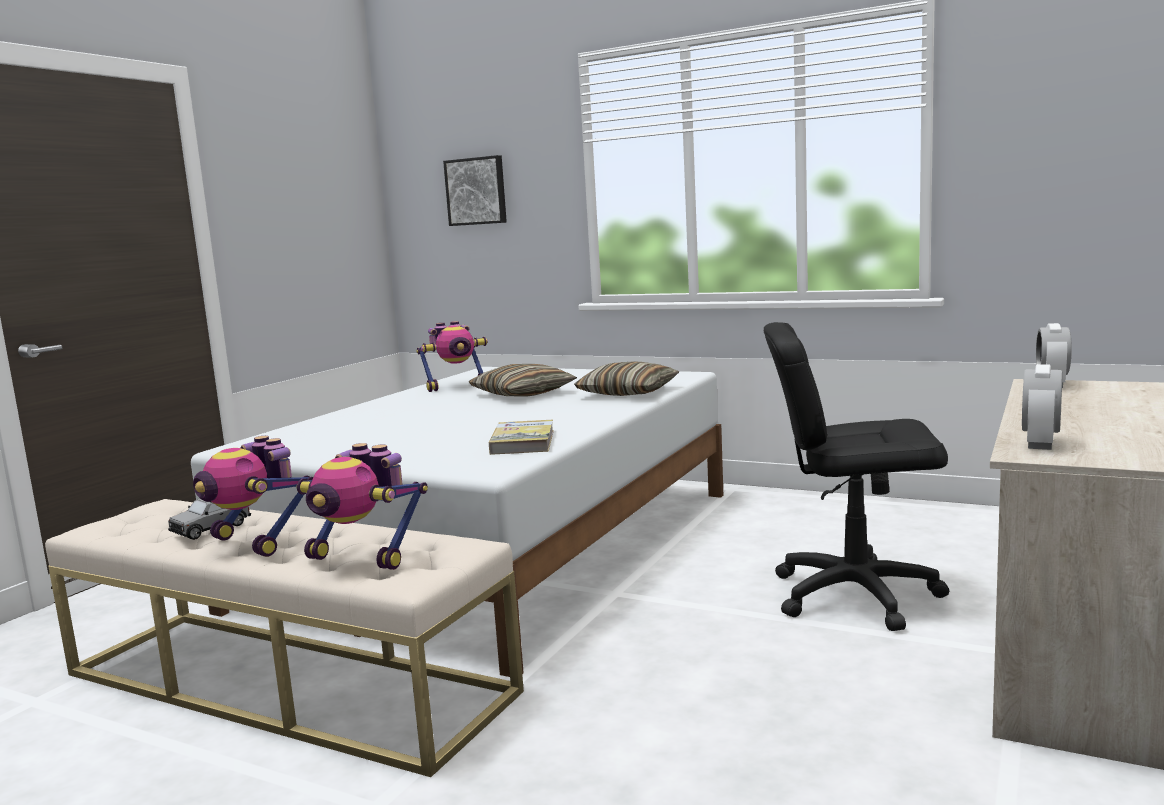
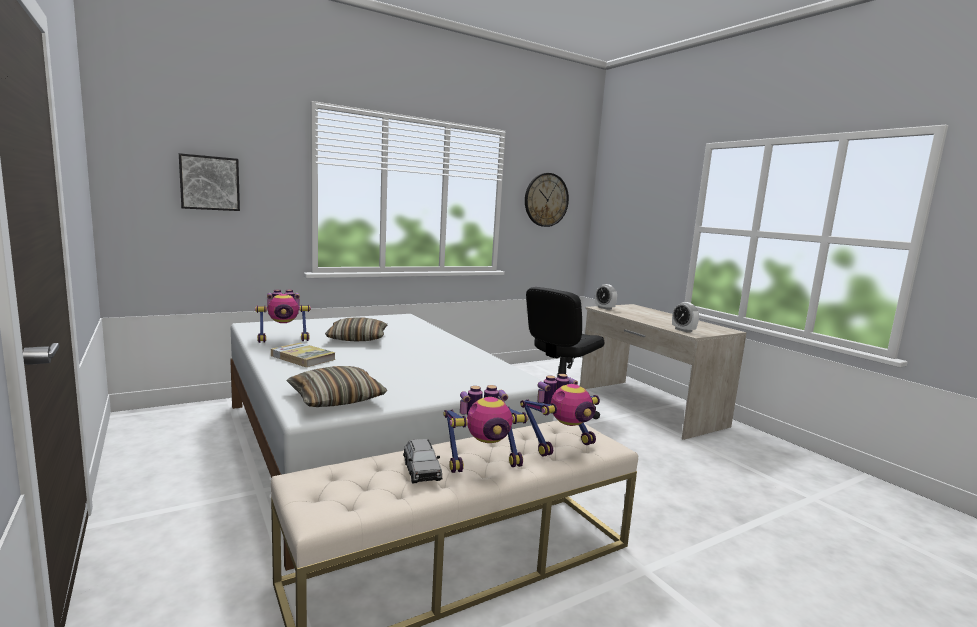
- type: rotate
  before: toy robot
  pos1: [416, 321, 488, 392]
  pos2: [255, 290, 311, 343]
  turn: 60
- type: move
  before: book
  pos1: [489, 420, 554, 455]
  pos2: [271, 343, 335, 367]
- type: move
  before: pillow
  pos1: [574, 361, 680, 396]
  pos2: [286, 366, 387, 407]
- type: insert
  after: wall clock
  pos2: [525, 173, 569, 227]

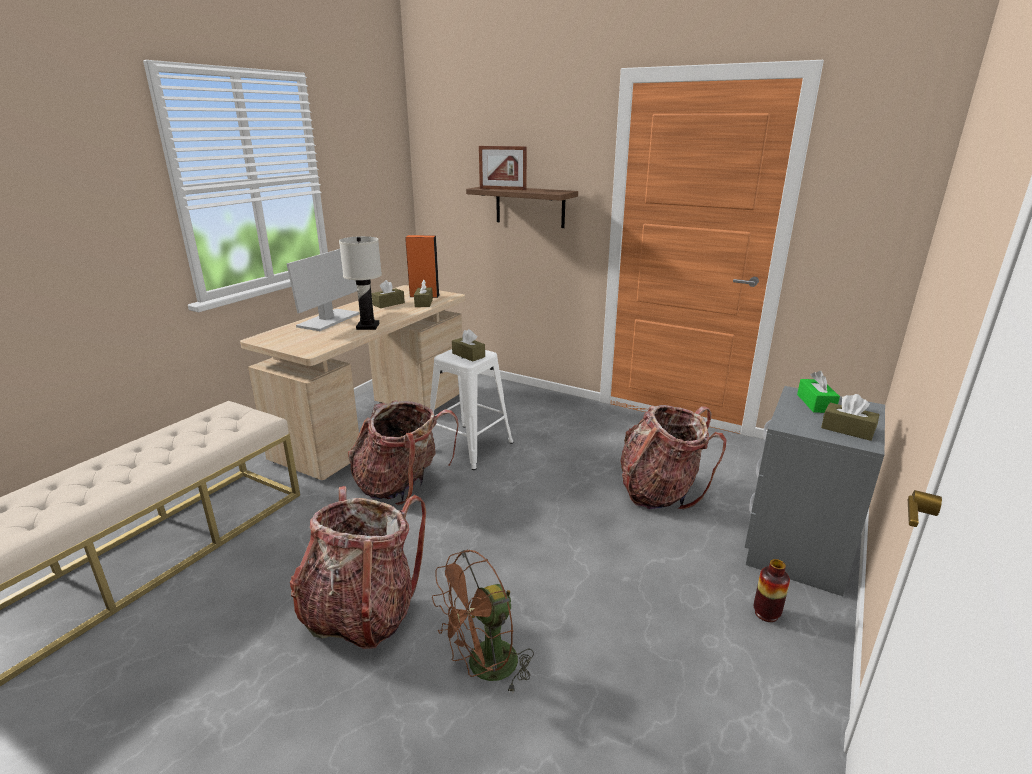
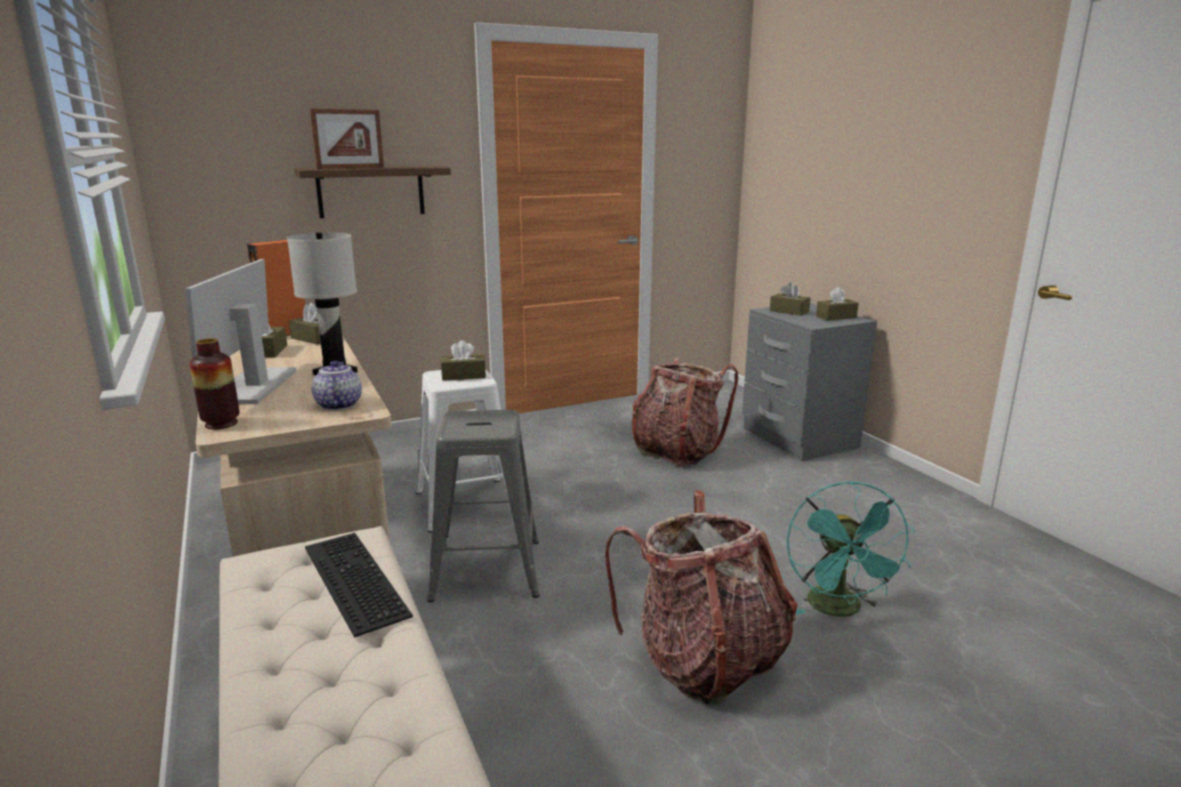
- type: rotate
  before: monitor
  pos1: [287, 249, 359, 331]
  pos2: [185, 259, 297, 404]
  turn: -150
- type: move
  before: vase
  pos1: [754, 559, 790, 622]
  pos2: [190, 338, 240, 429]
- type: insert
  after: keyboard
  pos2: [305, 533, 413, 638]
- type: insert
  after: teapot
  pos2: [311, 361, 362, 410]
- type: replace
  before: backpack
  after: grey stool
  pos1: [348, 400, 459, 506]
  pos2: [427, 410, 540, 602]
- type: recolor
  before: green tissue box
  after: brown tissue box
  pos1: [797, 371, 840, 413]
  pos2: [770, 283, 811, 316]
- type: recolor
  before: brown fan
  after: turquoise fan
  pos1: [432, 549, 534, 694]
  pos2: [787, 481, 915, 617]

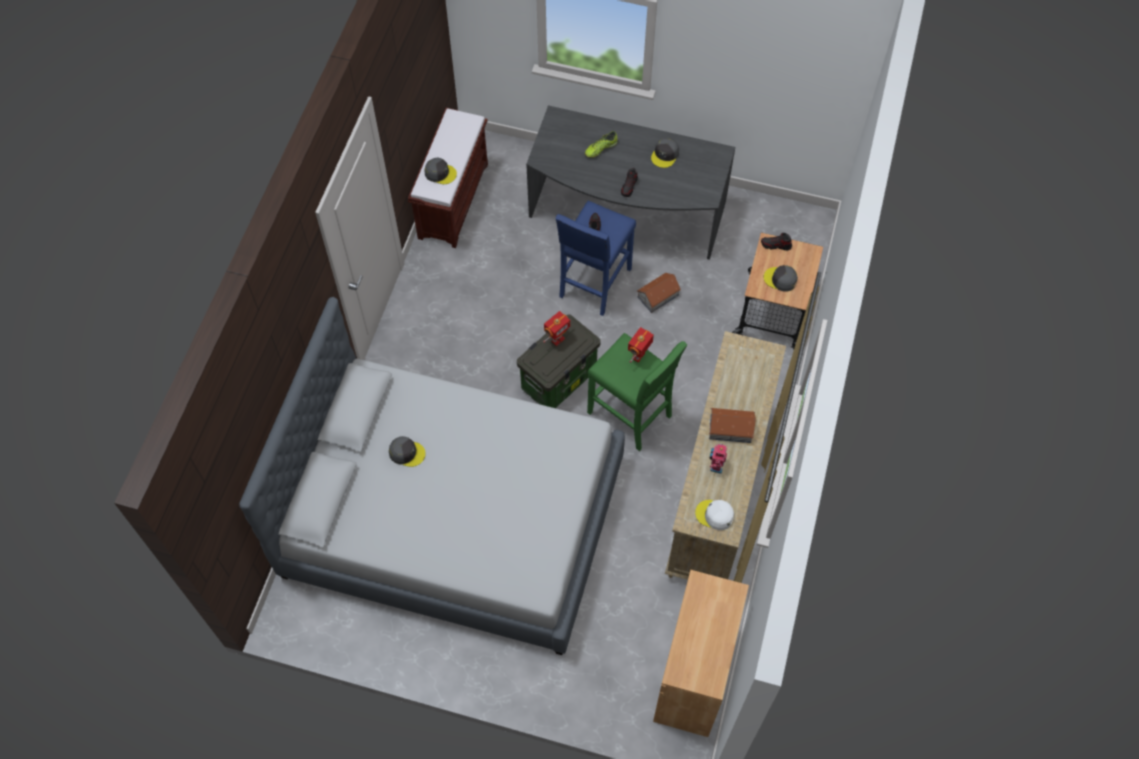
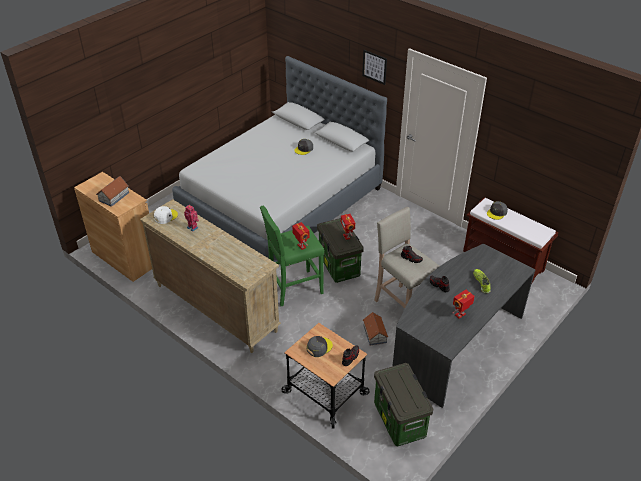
- type: move
  before: toy house
  pos1: [709, 408, 756, 443]
  pos2: [96, 176, 129, 207]
- type: insert
  after: picture
  pos2: [362, 50, 387, 85]
- type: recolor
  before: blue stool
  after: beige stool
  pos1: [555, 201, 636, 316]
  pos2: [374, 207, 440, 308]
- type: insert
  after: storage box
  pos2: [374, 363, 433, 446]
- type: replace
  before: grey cap
  after: toy robot
  pos1: [651, 138, 679, 168]
  pos2: [452, 290, 475, 319]

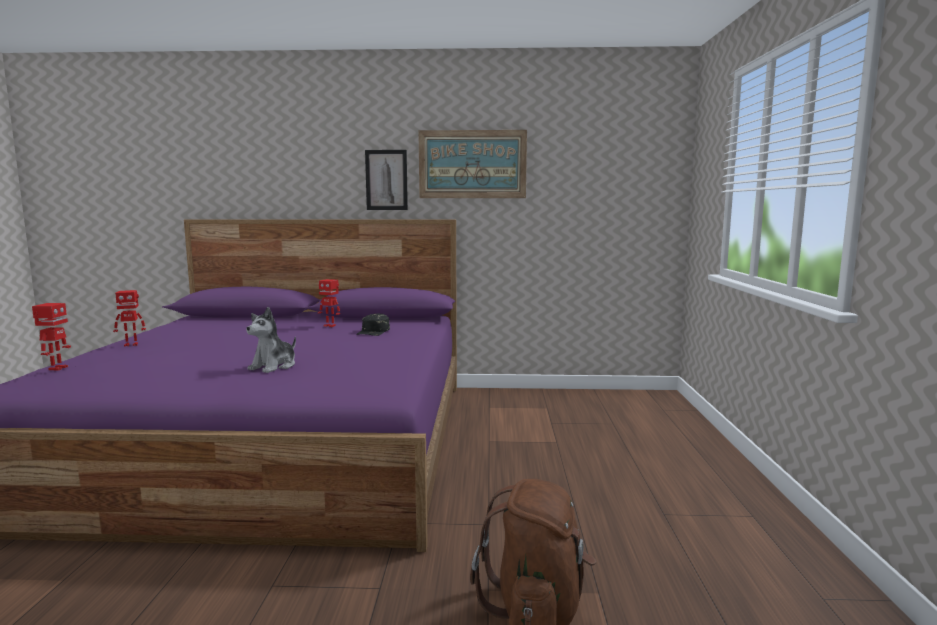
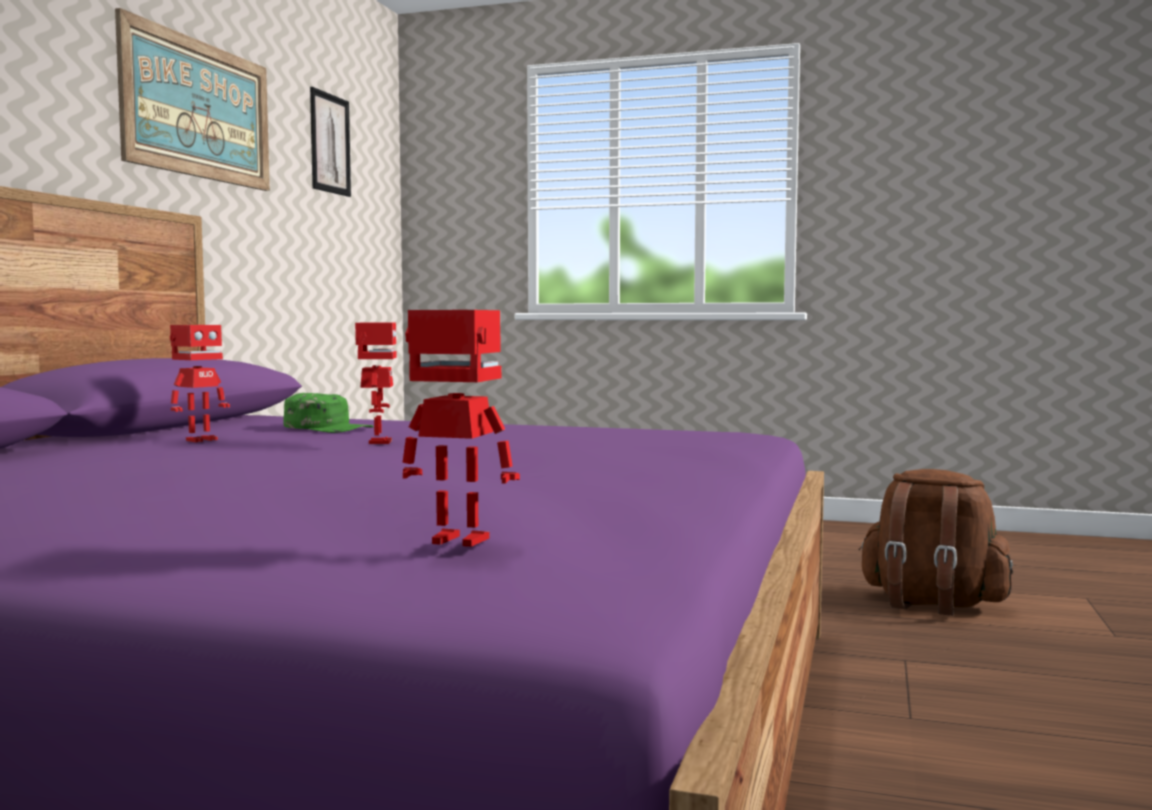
- type: recolor
  before: black cap
  after: green cap
  pos1: [356, 313, 390, 336]
  pos2: [283, 393, 374, 433]
- type: move
  before: picture
  pos1: [365, 150, 408, 210]
  pos2: [310, 87, 351, 197]
- type: move
  before: toy robot
  pos1: [113, 290, 146, 346]
  pos2: [355, 323, 396, 444]
- type: delete
  before: plush toy
  pos1: [246, 307, 296, 373]

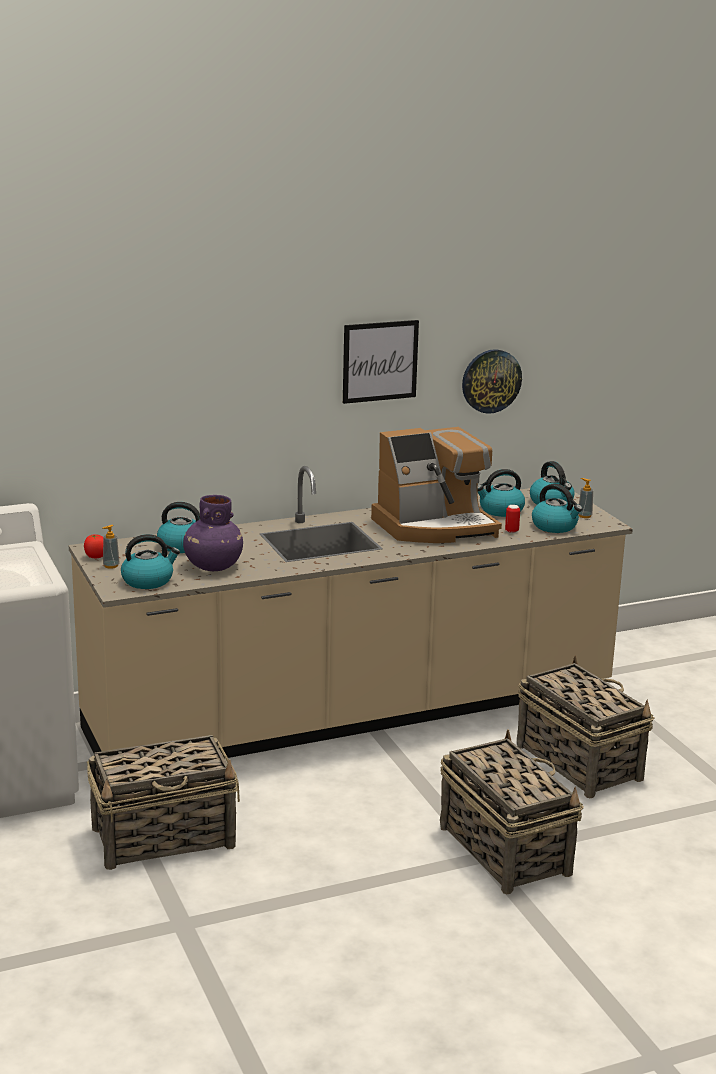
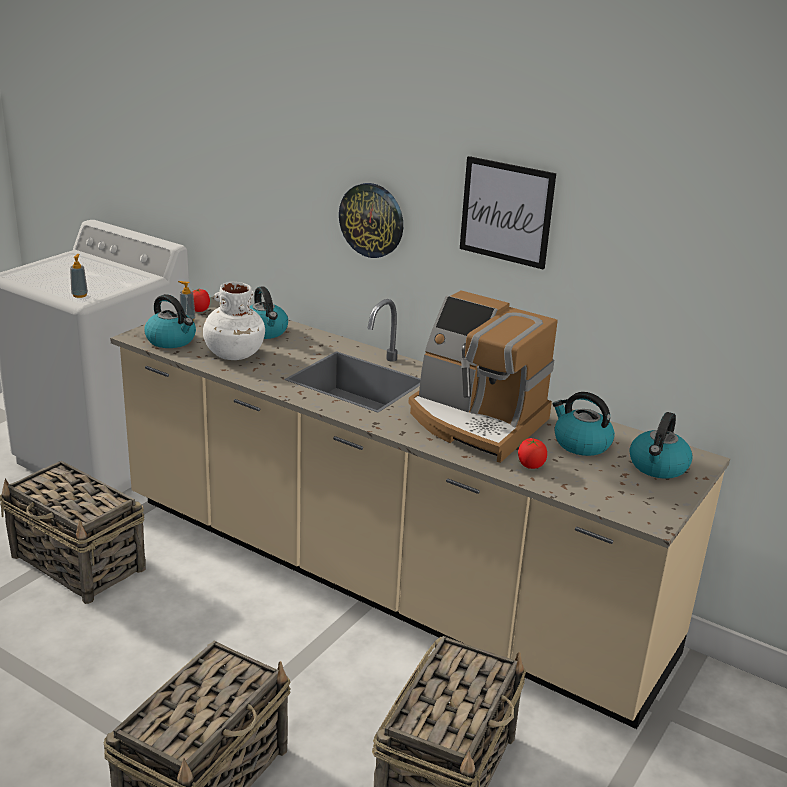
- type: move
  before: soap dispenser
  pos1: [579, 478, 593, 518]
  pos2: [70, 254, 88, 298]
- type: recolor
  before: purple vase
  after: white vase
  pos1: [183, 495, 243, 571]
  pos2: [203, 282, 265, 360]
- type: move
  before: wall clock
  pos1: [462, 349, 522, 414]
  pos2: [339, 183, 403, 258]
- type: replace
  before: can
  after: tomato
  pos1: [505, 505, 520, 533]
  pos2: [518, 438, 547, 469]
- type: delete
  before: kettle
  pos1: [532, 484, 583, 533]

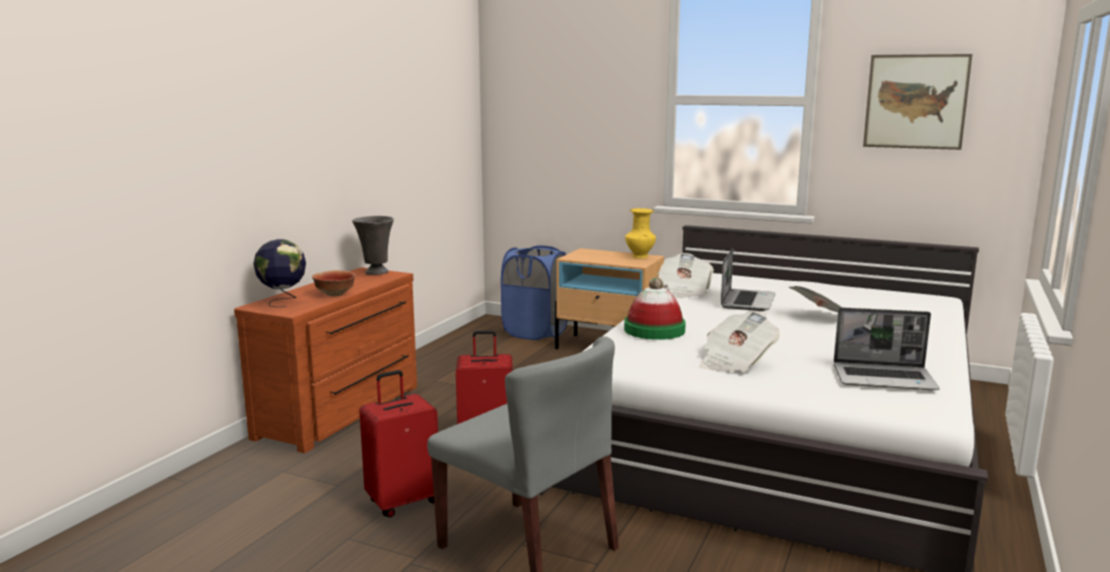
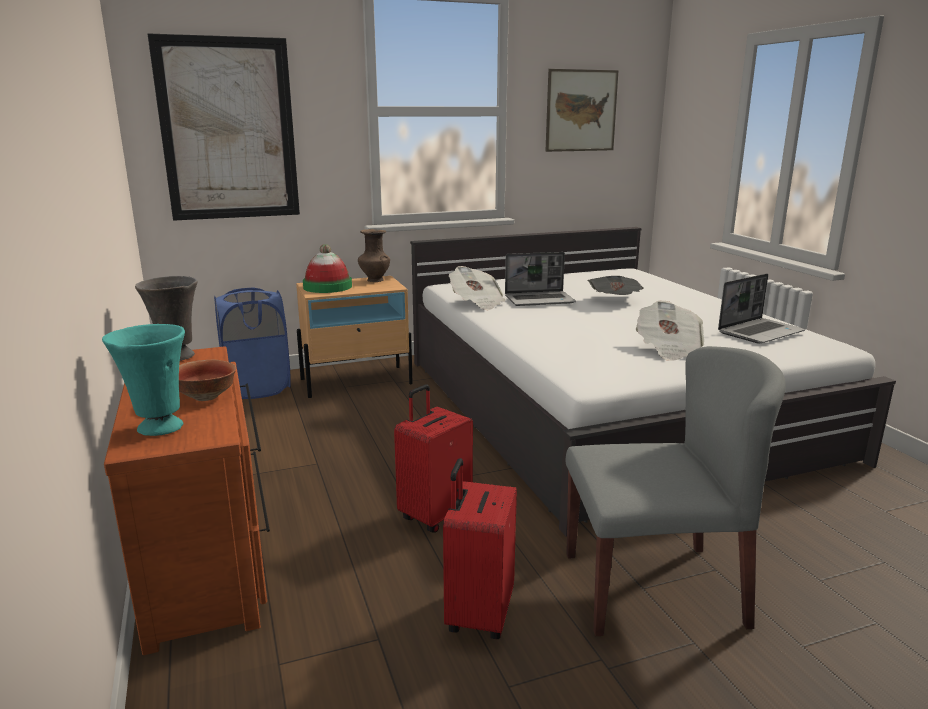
- type: replace
  before: globe
  after: turquoise vase
  pos1: [254, 239, 306, 307]
  pos2: [102, 324, 185, 436]
- type: insert
  after: picture
  pos2: [147, 33, 300, 221]
- type: move
  before: hat
  pos1: [624, 277, 686, 340]
  pos2: [303, 244, 352, 293]
- type: recolor
  before: yellow vase
  after: brown vase
  pos1: [625, 208, 656, 259]
  pos2: [358, 229, 390, 282]
- type: rotate
  before: laptop
  pos1: [721, 248, 776, 311]
  pos2: [505, 252, 576, 306]
  turn: 105

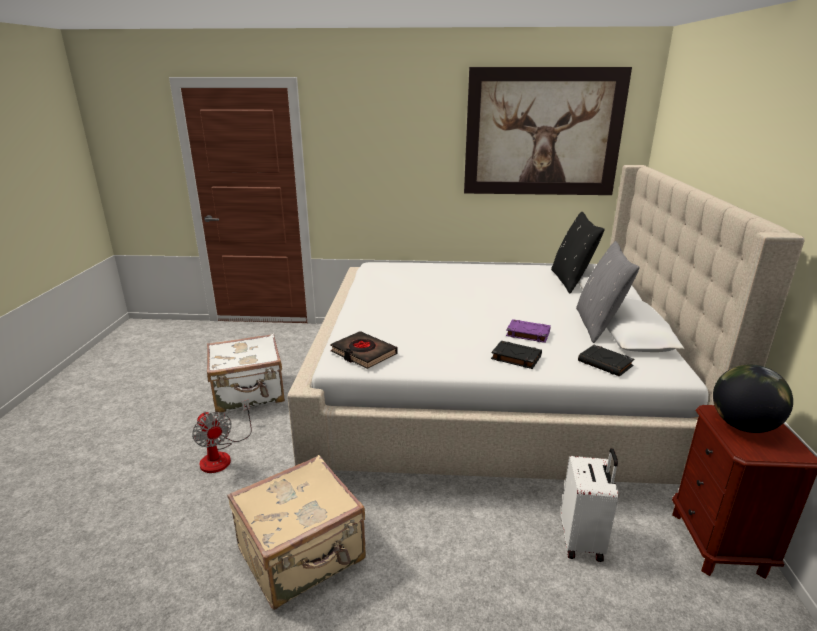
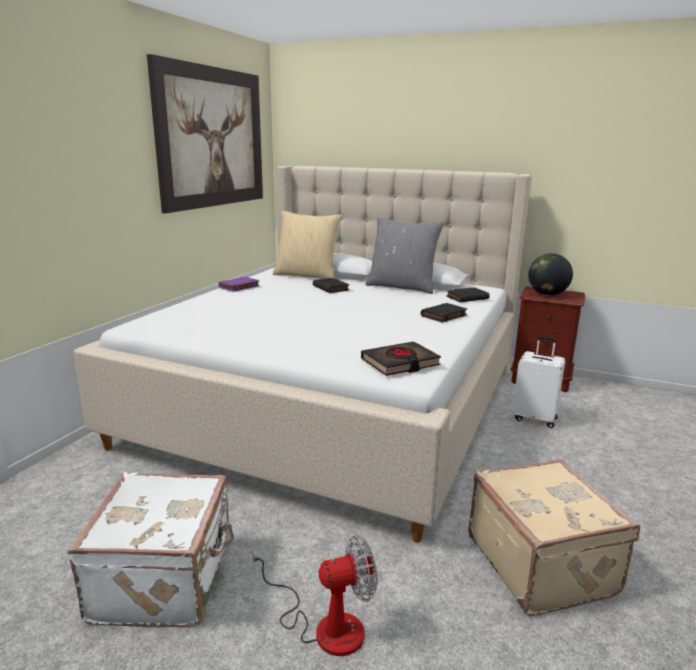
- type: move
  before: purple book
  pos1: [506, 319, 551, 343]
  pos2: [218, 277, 260, 292]
- type: recolor
  before: black pillow
  after: beige pillow
  pos1: [551, 212, 605, 294]
  pos2: [273, 211, 342, 279]
- type: insert
  after: black book
  pos2: [313, 278, 349, 293]

